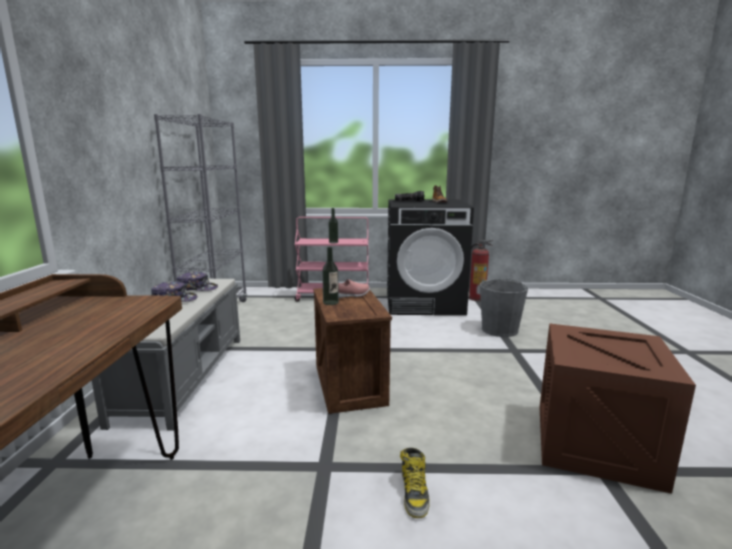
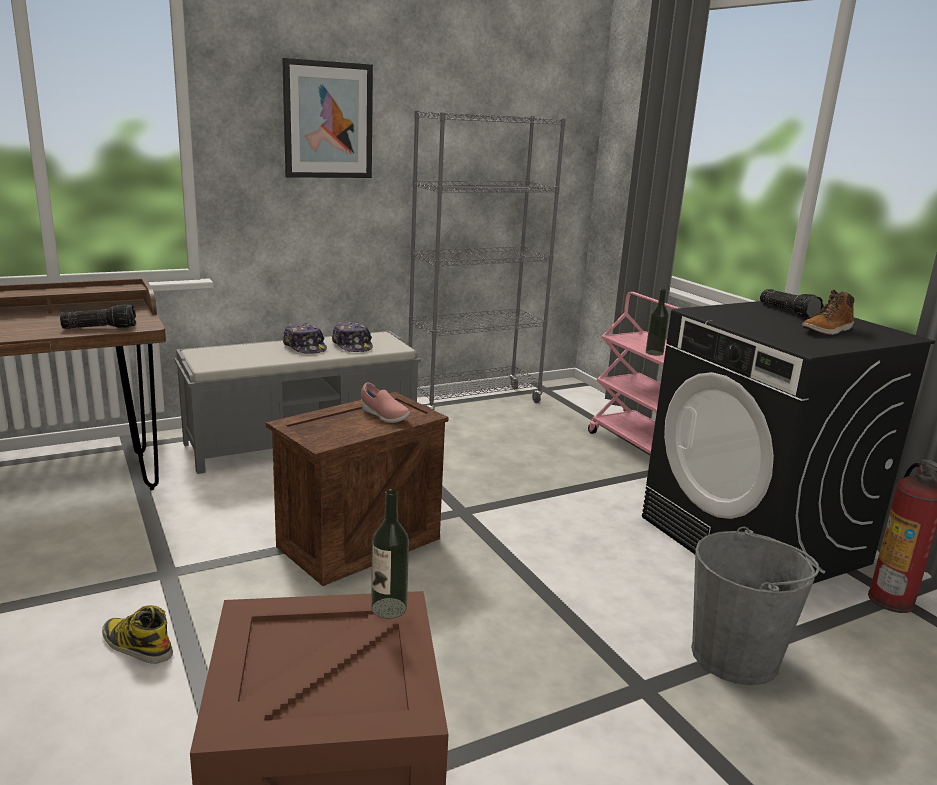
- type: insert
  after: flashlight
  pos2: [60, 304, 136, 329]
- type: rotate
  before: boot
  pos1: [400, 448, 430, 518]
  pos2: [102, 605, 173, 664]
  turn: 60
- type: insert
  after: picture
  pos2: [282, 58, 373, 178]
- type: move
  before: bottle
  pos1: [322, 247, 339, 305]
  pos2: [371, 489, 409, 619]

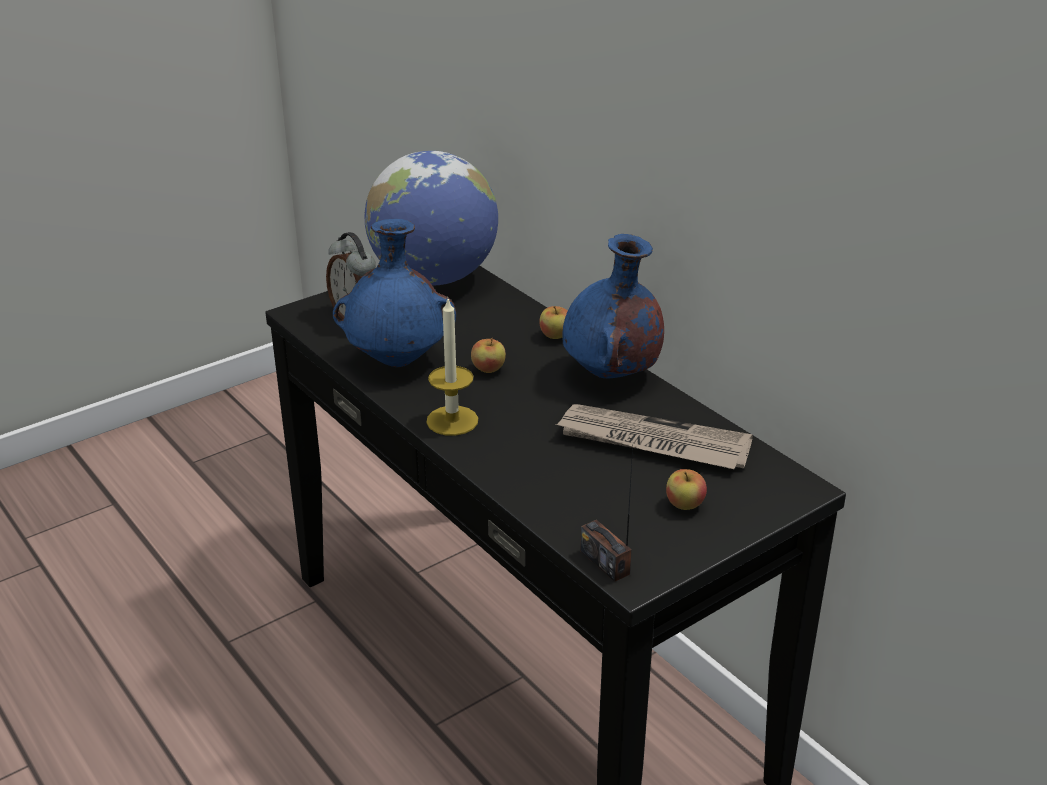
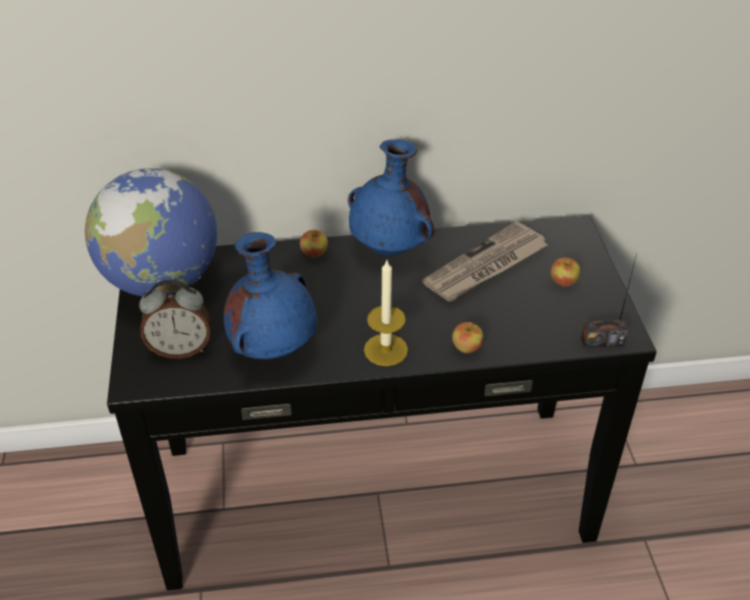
- type: move
  before: apple
  pos1: [471, 338, 506, 373]
  pos2: [452, 322, 483, 353]

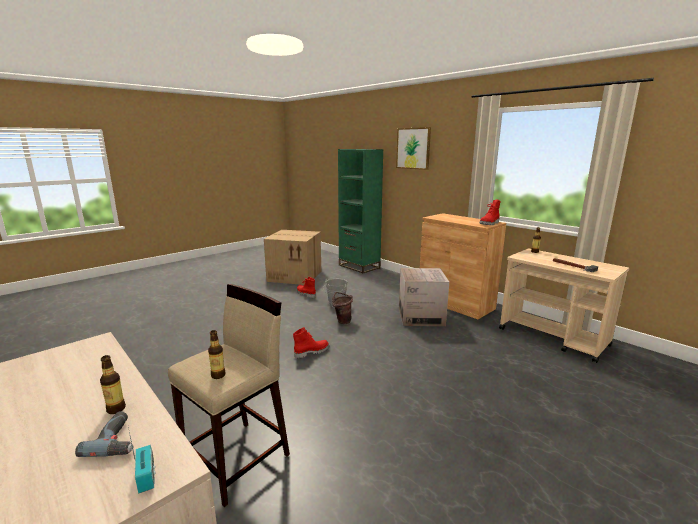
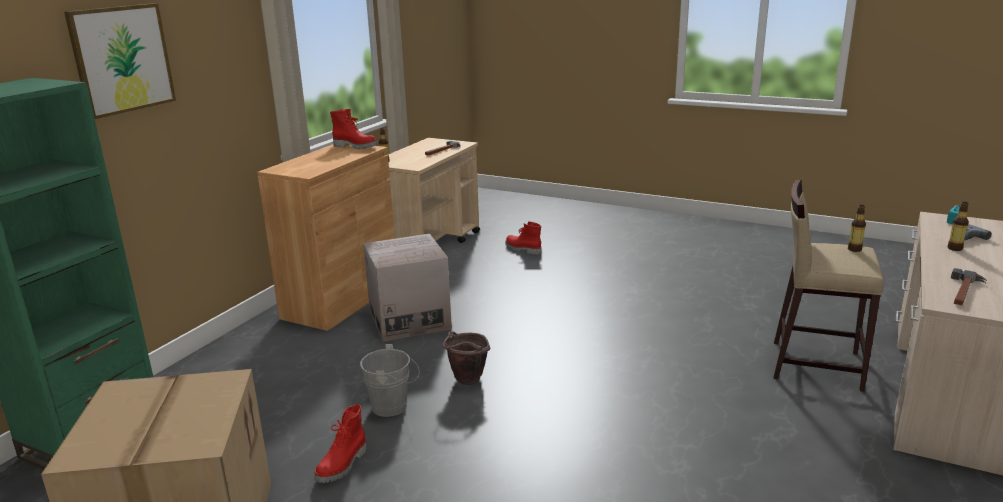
- type: move
  before: red boot
  pos1: [293, 327, 329, 359]
  pos2: [505, 221, 541, 255]
- type: insert
  after: hammer
  pos2: [951, 268, 987, 305]

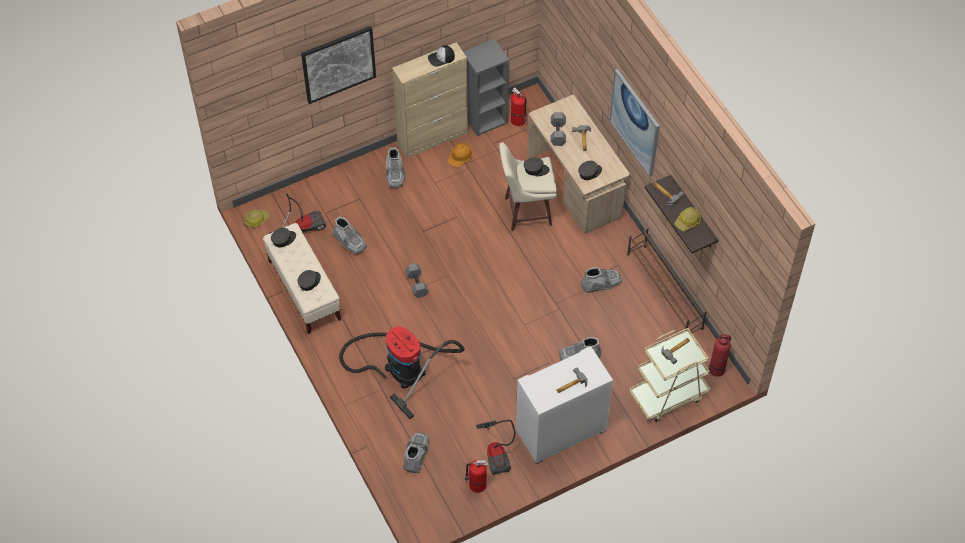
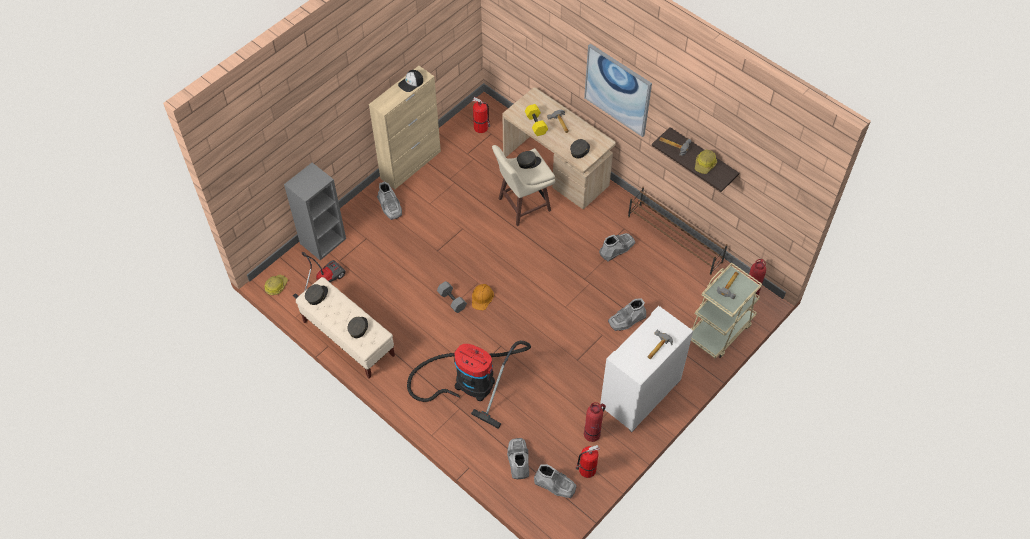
- type: move
  before: grey bookcase
  pos1: [463, 39, 509, 136]
  pos2: [284, 163, 346, 260]
- type: move
  before: orange hard hat
  pos1: [448, 143, 473, 167]
  pos2: [472, 284, 494, 310]
- type: recolor
  before: grey dumbbell
  after: yellow dumbbell
  pos1: [551, 112, 566, 146]
  pos2: [525, 104, 548, 136]
- type: move
  before: grey boot
  pos1: [332, 217, 367, 254]
  pos2: [534, 464, 577, 498]
- type: replace
  before: vacuum cleaner
  after: fire extinguisher
  pos1: [476, 420, 515, 476]
  pos2: [584, 402, 606, 442]
- type: delete
  before: picture
  pos1: [301, 26, 376, 104]

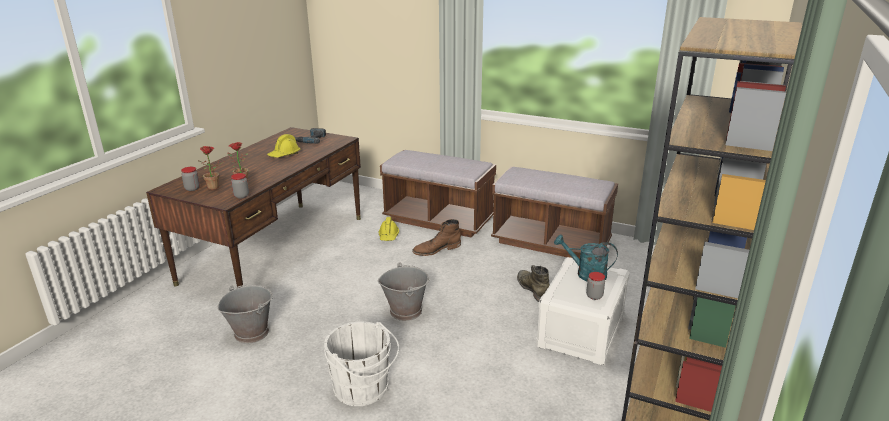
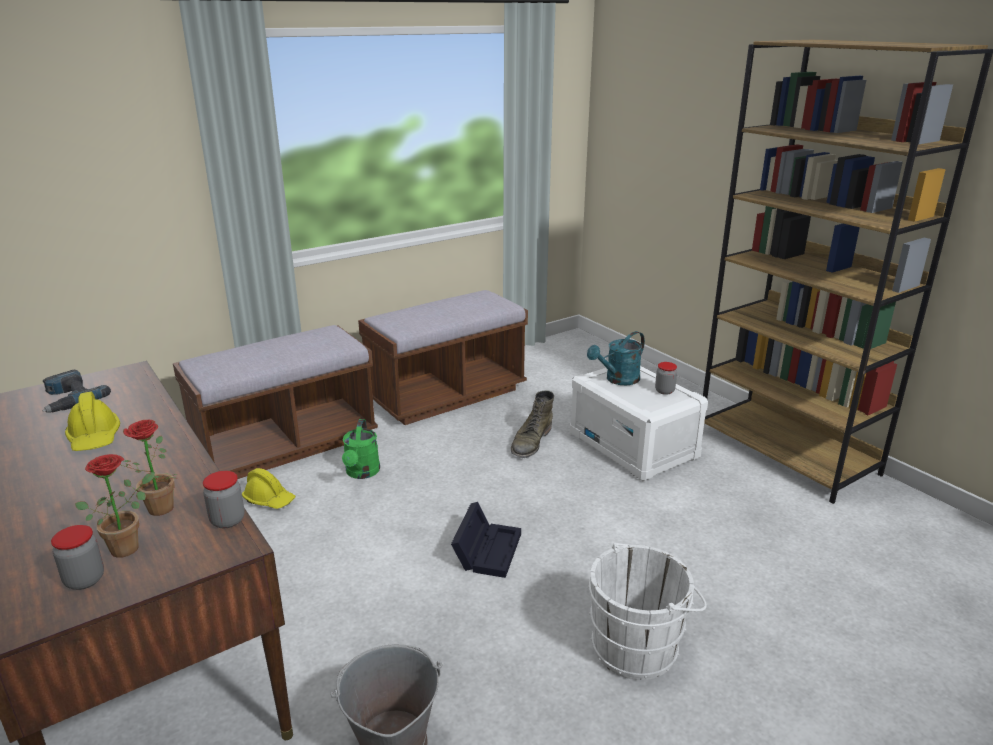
- type: replace
  before: brown boot
  after: green watering can
  pos1: [412, 219, 461, 256]
  pos2: [342, 419, 380, 479]
- type: replace
  before: grey bucket
  after: black storage box
  pos1: [378, 263, 430, 321]
  pos2: [451, 502, 521, 578]
- type: rotate
  before: green boot
  pos1: [517, 265, 550, 302]
  pos2: [511, 390, 554, 458]
  turn: -75

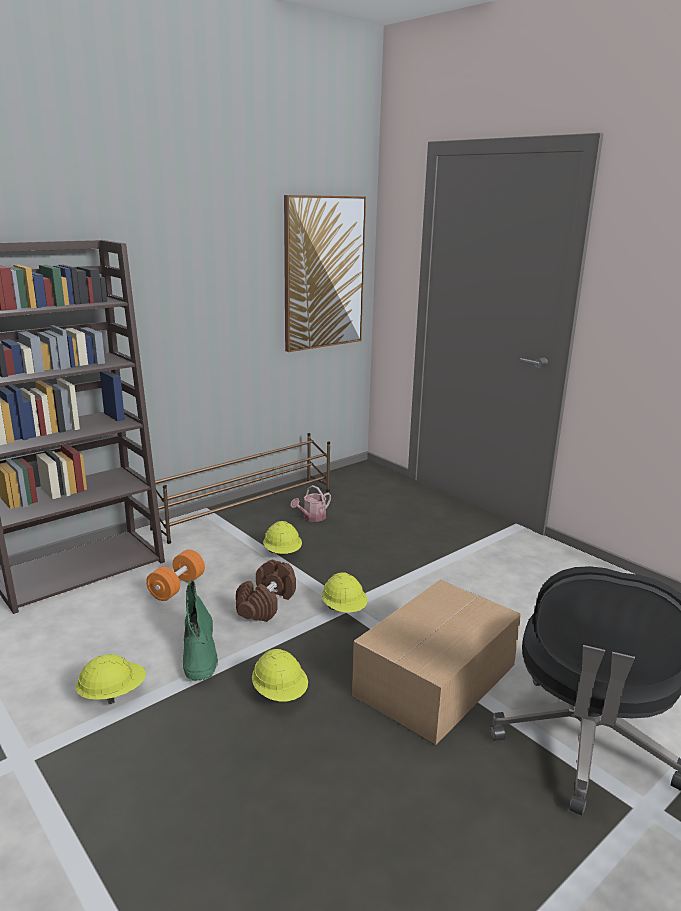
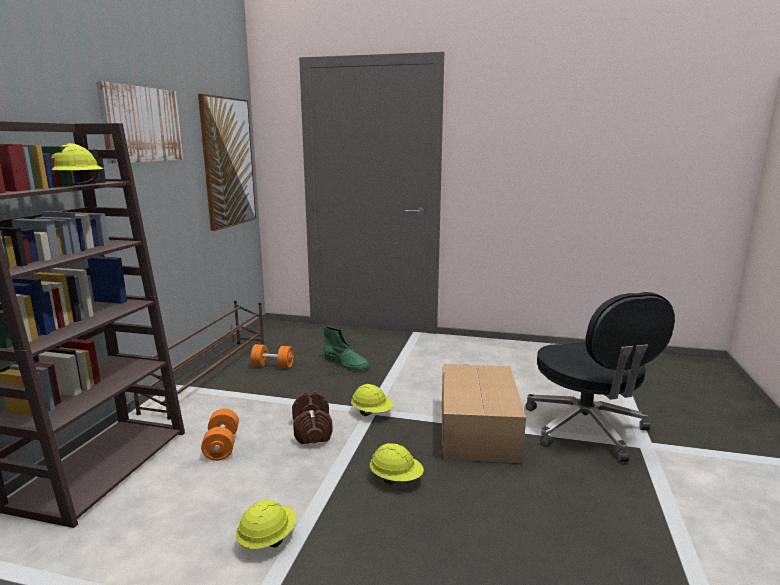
- type: move
  before: yellow hard hat
  pos1: [263, 521, 302, 554]
  pos2: [51, 143, 104, 185]
- type: insert
  after: picture
  pos2: [96, 81, 183, 164]
- type: replace
  before: watering can
  after: orange dumbbell
  pos1: [290, 485, 331, 522]
  pos2: [251, 344, 294, 368]
- type: move
  before: green boot
  pos1: [183, 580, 218, 681]
  pos2: [324, 326, 369, 371]

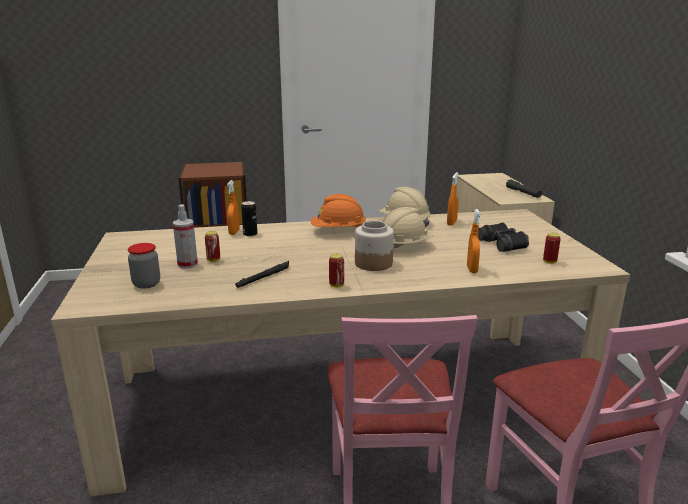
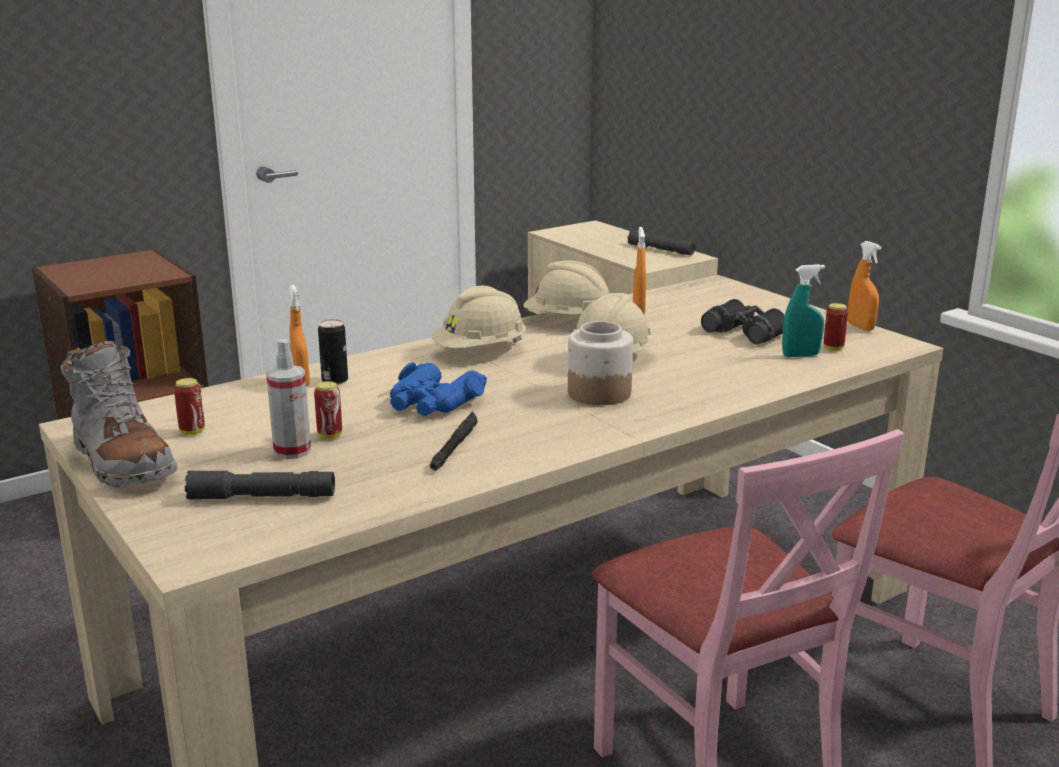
- type: insert
  after: grey boot
  pos2: [60, 341, 178, 488]
- type: move
  before: can
  pos1: [329, 253, 344, 288]
  pos2: [174, 378, 205, 435]
- type: replace
  before: jar
  after: grey flashlight
  pos1: [128, 243, 160, 289]
  pos2: [185, 470, 335, 500]
- type: insert
  after: blue binoculars
  pos2: [390, 362, 487, 416]
- type: recolor
  before: orange hard hat
  after: beige hard hat
  pos1: [311, 194, 366, 227]
  pos2: [432, 286, 526, 348]
- type: insert
  after: turquoise spray bottle
  pos2: [782, 264, 825, 357]
- type: move
  before: orange spray bottle
  pos1: [467, 209, 481, 273]
  pos2: [848, 241, 881, 331]

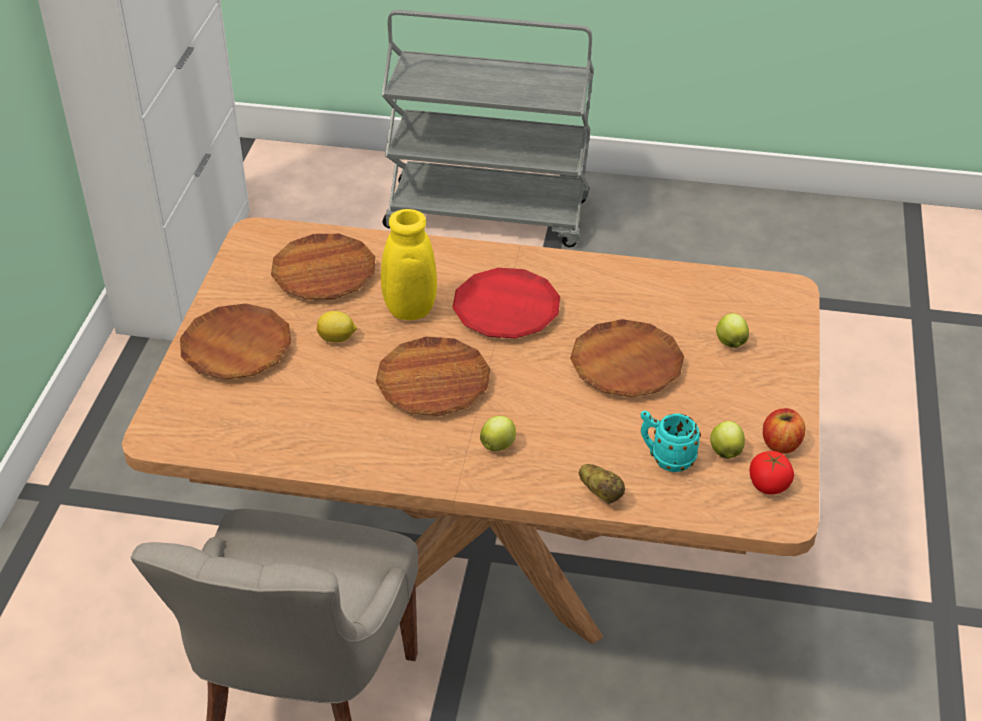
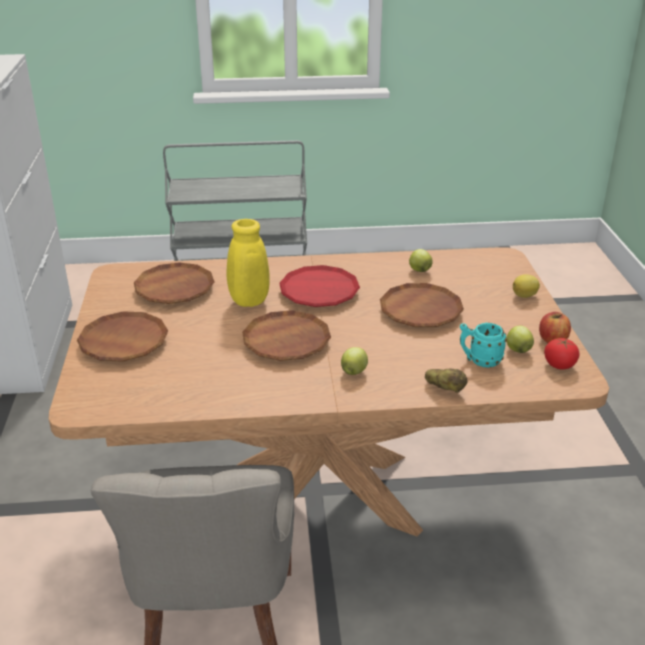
- type: move
  before: apple
  pos1: [716, 313, 749, 348]
  pos2: [409, 249, 433, 272]
- type: move
  before: lemon
  pos1: [317, 311, 357, 343]
  pos2: [513, 274, 540, 298]

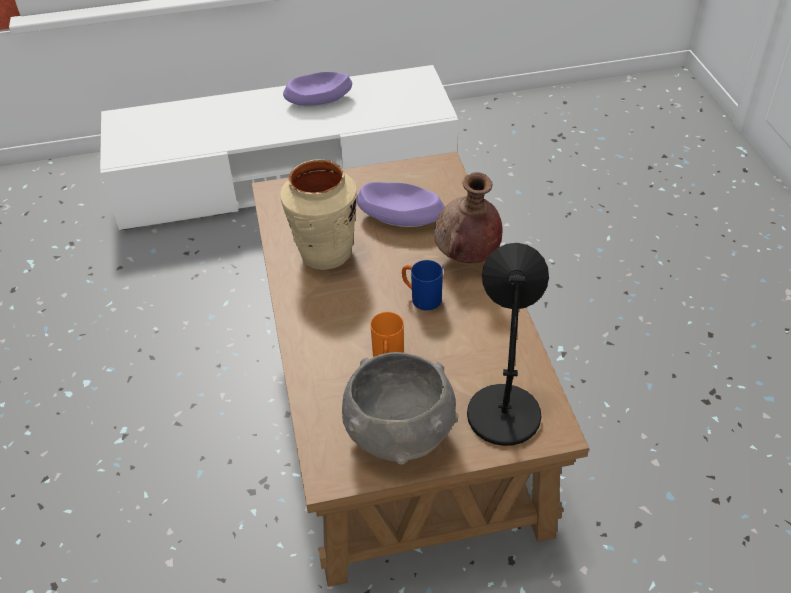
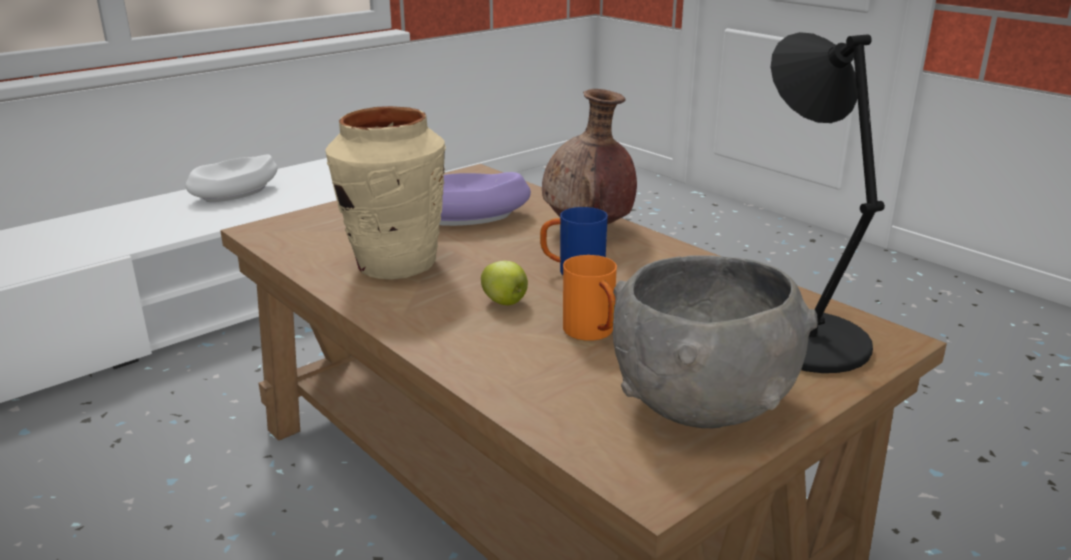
- type: recolor
  before: purple bowl
  after: white bowl
  pos1: [283, 72, 352, 107]
  pos2: [186, 154, 277, 202]
- type: insert
  after: apple
  pos2: [481, 261, 528, 305]

